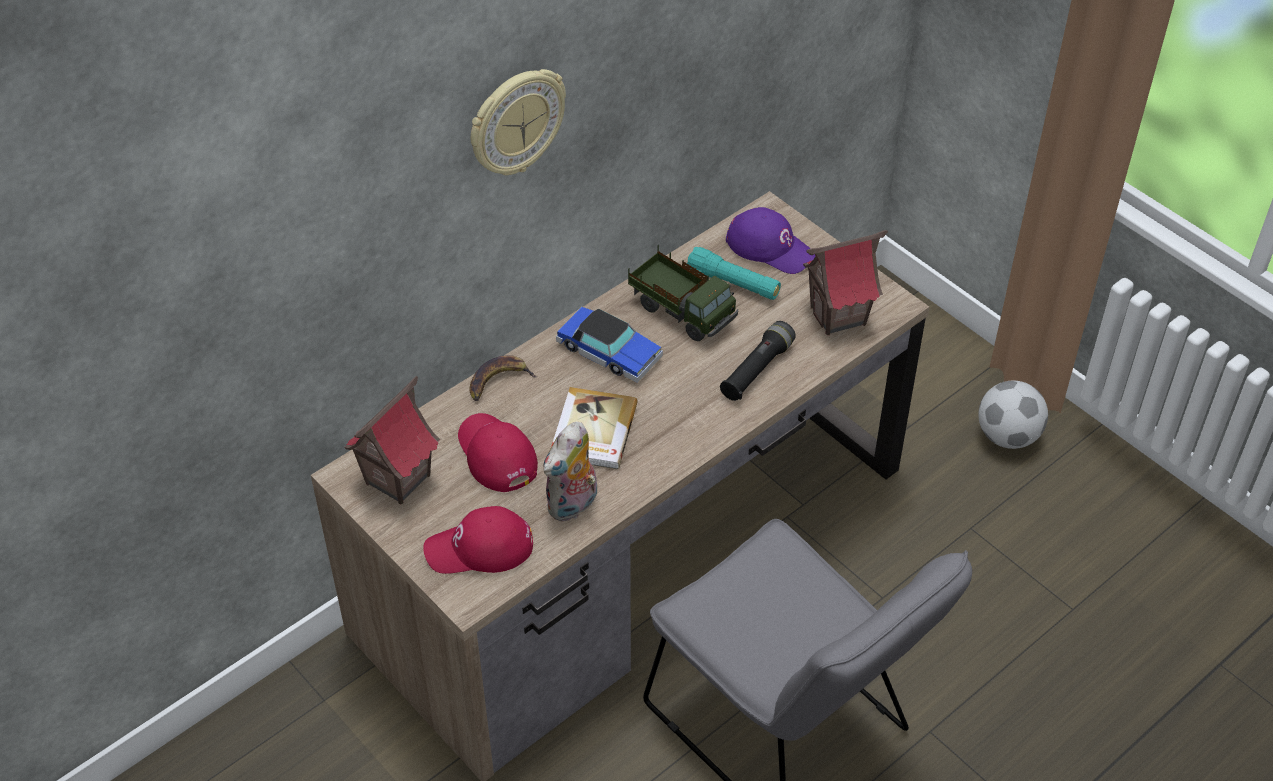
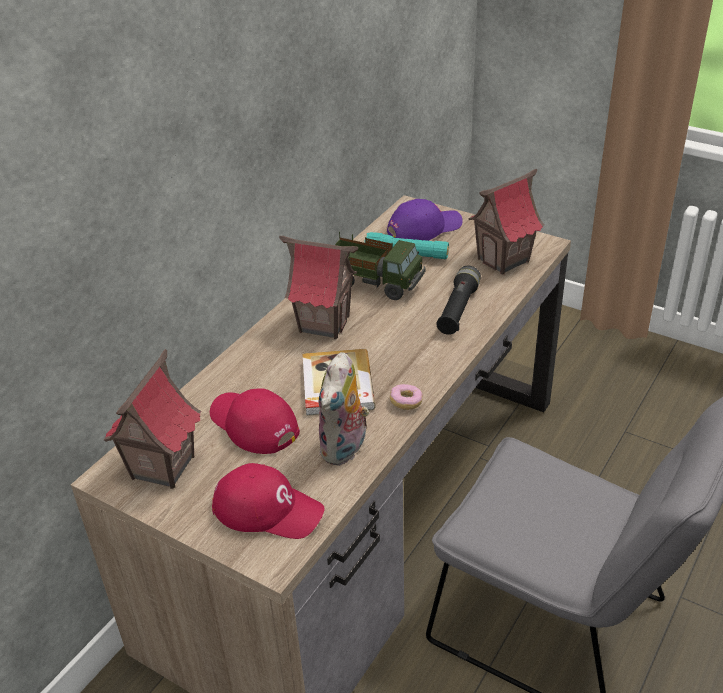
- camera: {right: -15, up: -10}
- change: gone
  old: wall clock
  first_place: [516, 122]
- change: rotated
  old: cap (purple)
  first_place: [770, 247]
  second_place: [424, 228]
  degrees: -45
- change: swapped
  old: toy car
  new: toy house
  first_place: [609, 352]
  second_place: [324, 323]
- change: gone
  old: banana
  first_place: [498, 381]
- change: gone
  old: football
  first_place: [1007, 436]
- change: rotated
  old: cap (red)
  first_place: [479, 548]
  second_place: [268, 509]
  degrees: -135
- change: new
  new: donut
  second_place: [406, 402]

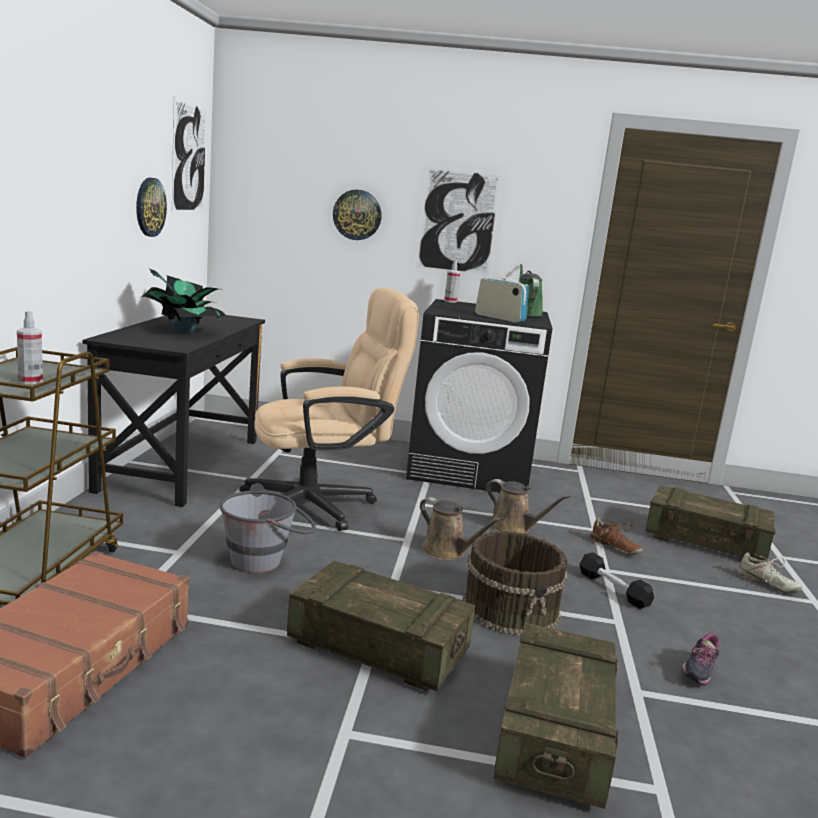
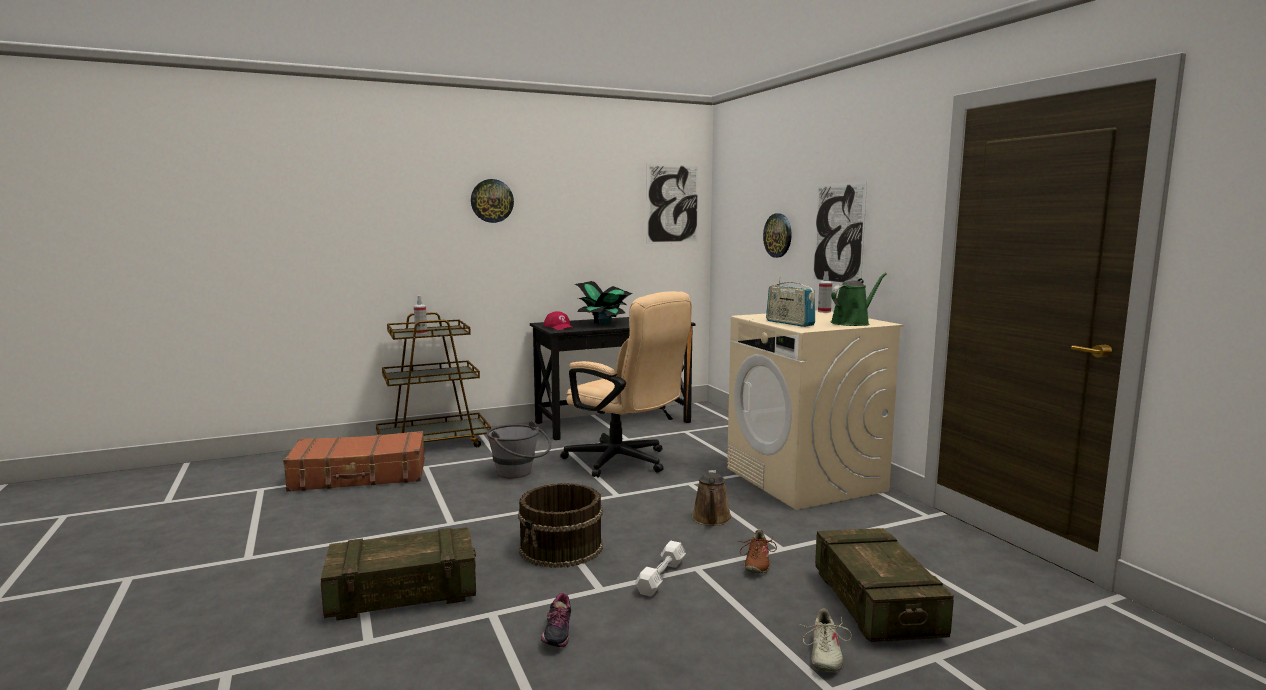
- camera: {right: 60, up: -5}
- change: shifted
  old: wall clock
  first_place: [149, 207]
  second_place: [492, 201]
- change: rotated
  old: radio
  first_place: [499, 318]
  second_place: [789, 323]
  degrees: 135
- change: repainted
  old: washing machine (black)
  new: washing machine (beige)
  first_place: [470, 469]
  second_place: [805, 479]
- change: gone
  old: watering can (brown)
  first_place: [447, 551]
- change: repainted
  old: dumbbell (black)
  new: dumbbell (white)
  first_place: [613, 589]
  second_place: [661, 577]
- change: gone
  old: crate
  first_place: [378, 648]
- change: rotated
  old: shoe
  first_place: [696, 672]
  second_place: [556, 635]
  degrees: -90
- change: new
  new: cap (red)
  second_place: [559, 327]

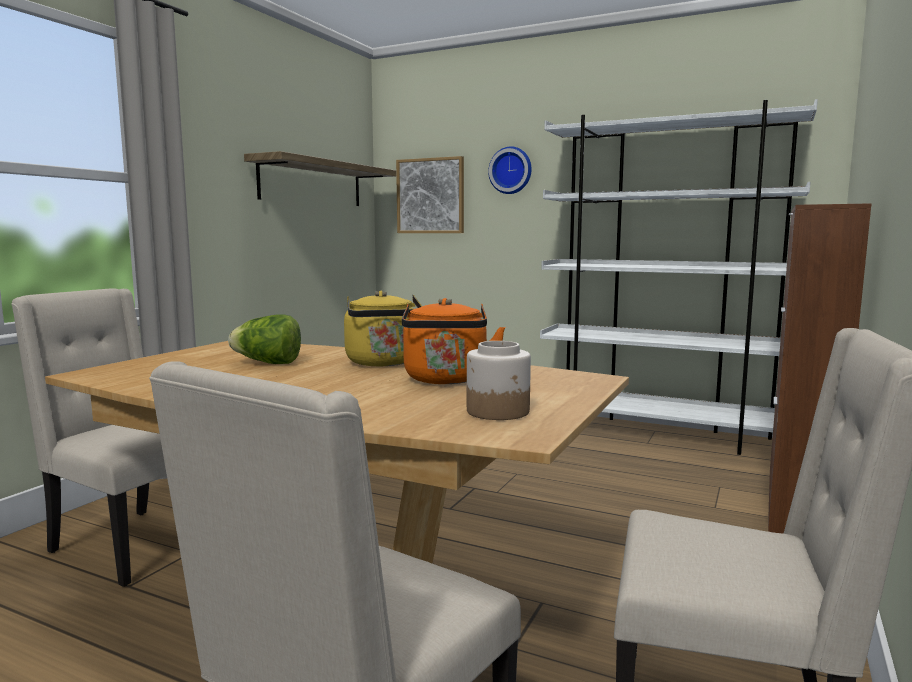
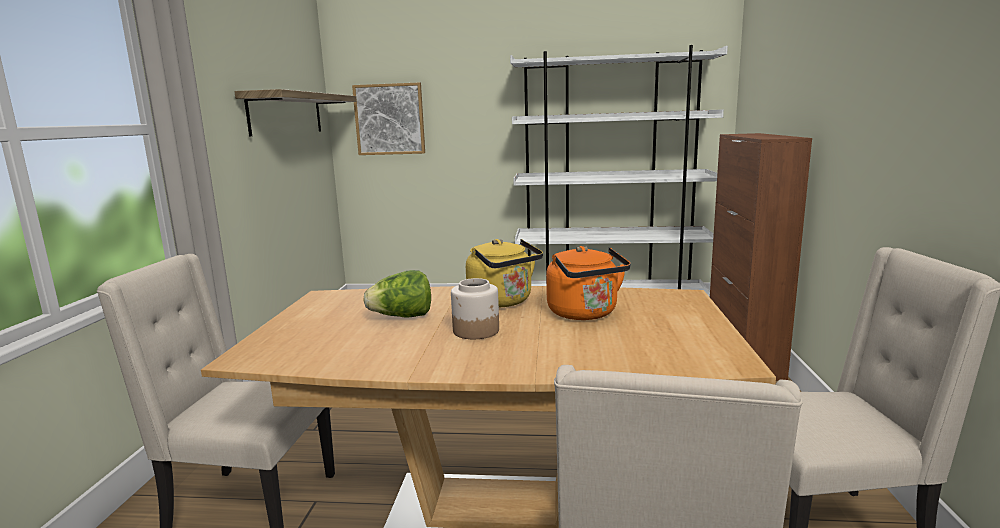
- camera: {right: -20, up: 5}
- change: gone
  old: wall clock
  first_place: [511, 170]
- change: shifted
  old: jar
  first_place: [498, 411]
  second_place: [476, 331]

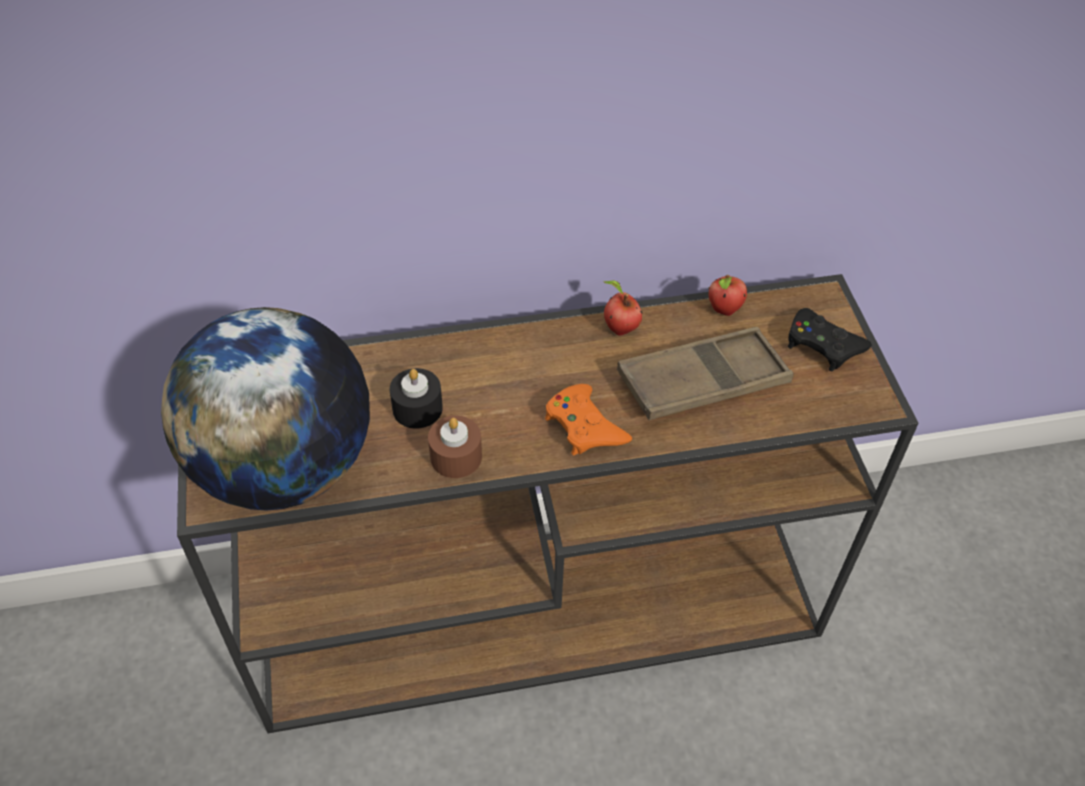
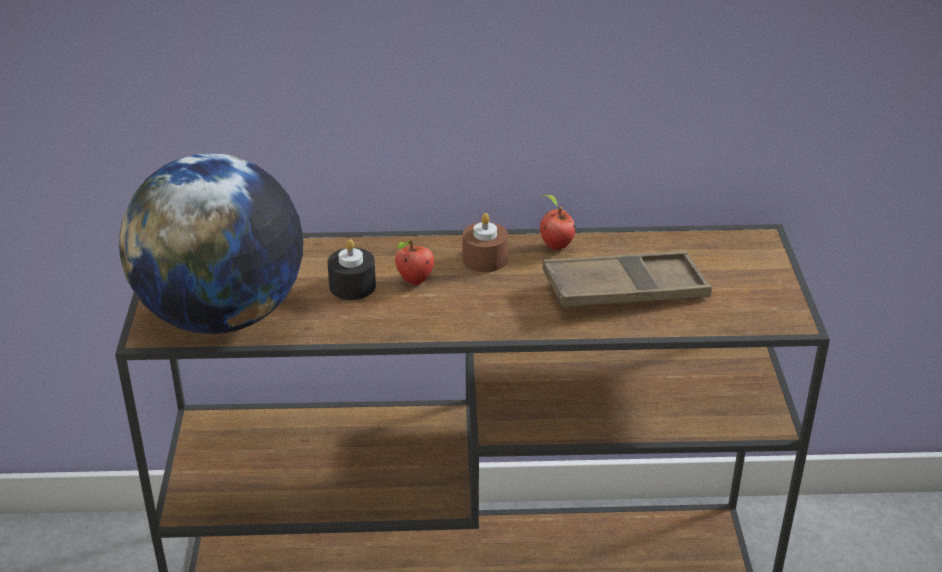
- camera: {right: 10, up: -15}
- change: shifted
  old: apple
  first_place: [724, 311]
  second_place: [415, 281]
- change: gone
  old: game controller (black)
  first_place: [823, 344]
- change: gone
  old: game controller (orange)
  first_place: [584, 426]
- change: shifted
  old: candle (brown)
  first_place: [456, 456]
  second_place: [485, 259]

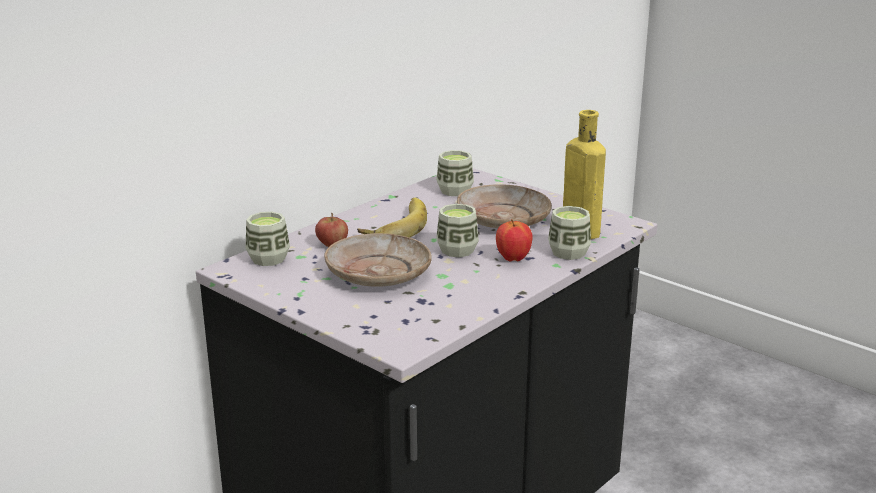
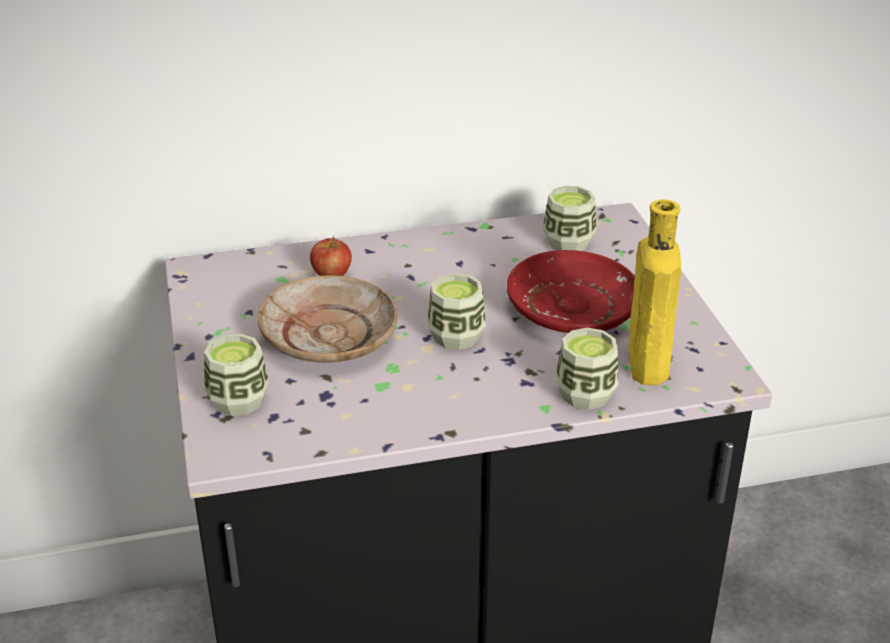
- camera: {right: 35, up: 10}
- change: repainted
  old: plate (beige)
  new: plate (red)
  first_place: [503, 218]
  second_place: [572, 308]
- change: gone
  old: banana
  first_place: [395, 226]
- change: shifted
  old: cup
  first_place: [268, 259]
  second_place: [238, 401]
- change: gone
  old: apple
  first_place: [513, 259]

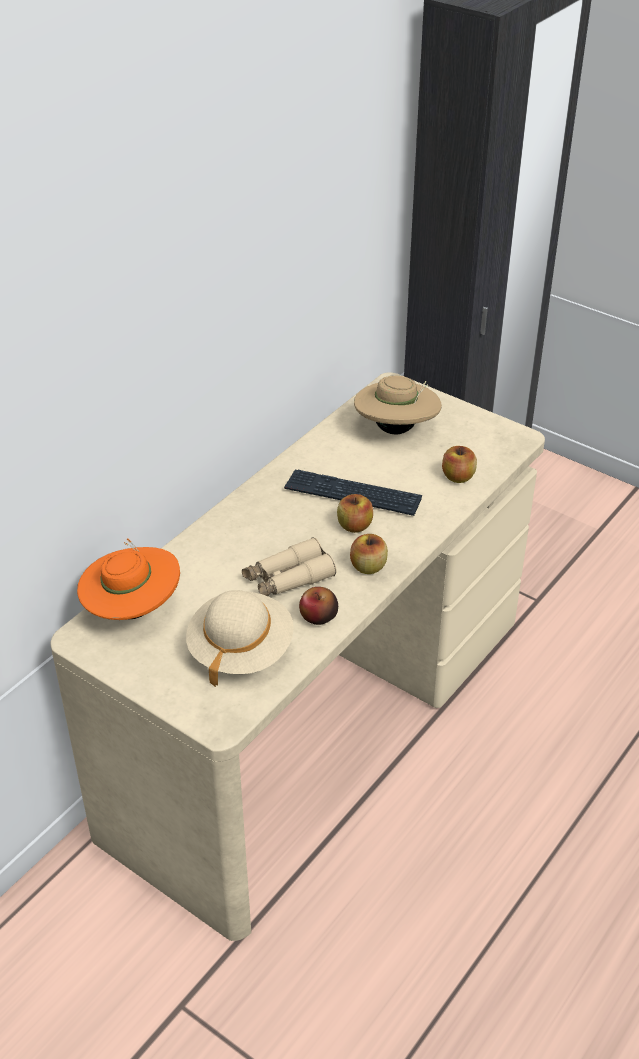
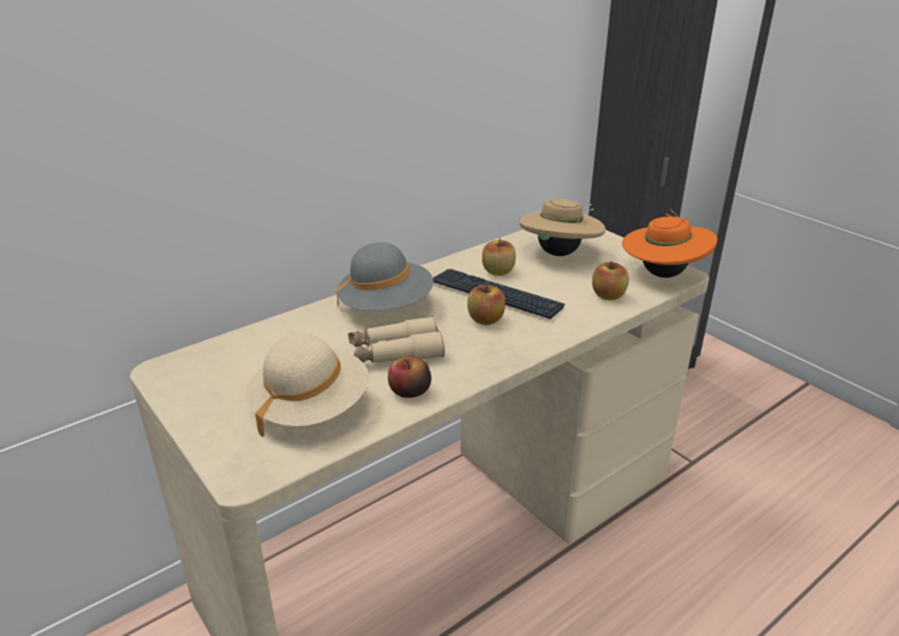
- camera: {right: 15, up: -10}
- change: shifted
  old: apple
  first_place: [368, 567]
  second_place: [498, 271]
- change: shifted
  old: hat (orange)
  first_place: [132, 609]
  second_place: [663, 274]
- change: new
  new: hat (grey)
  second_place: [386, 306]

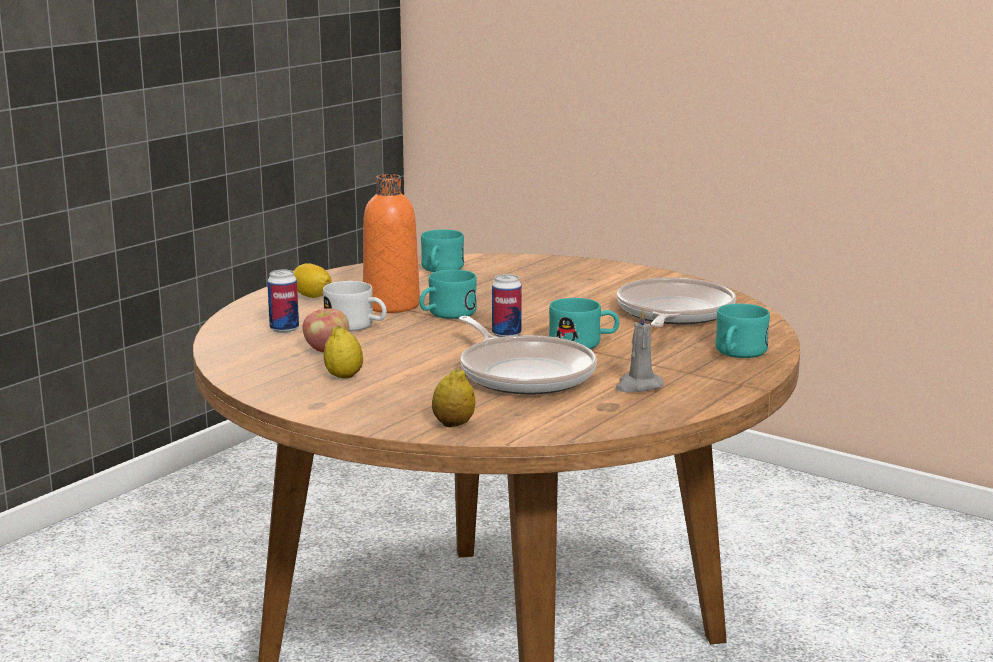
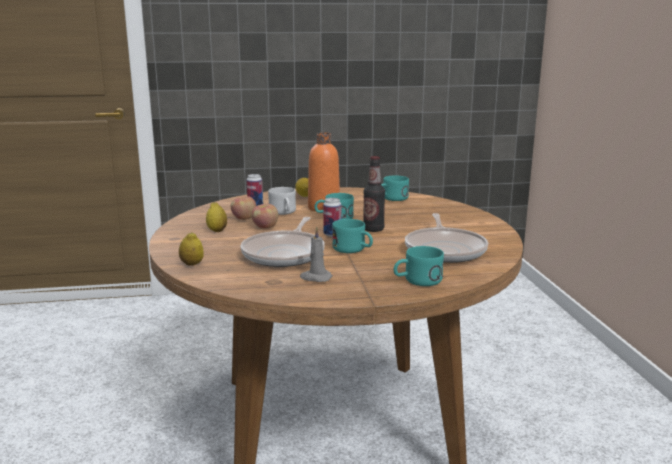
- camera: {right: 45, up: 0}
- change: rotated
  old: frying pan
  first_place: [673, 313]
  second_place: [445, 250]
  degrees: 120
- change: new
  new: bottle
  second_place: [373, 229]
- change: new
  new: apple
  second_place: [265, 227]

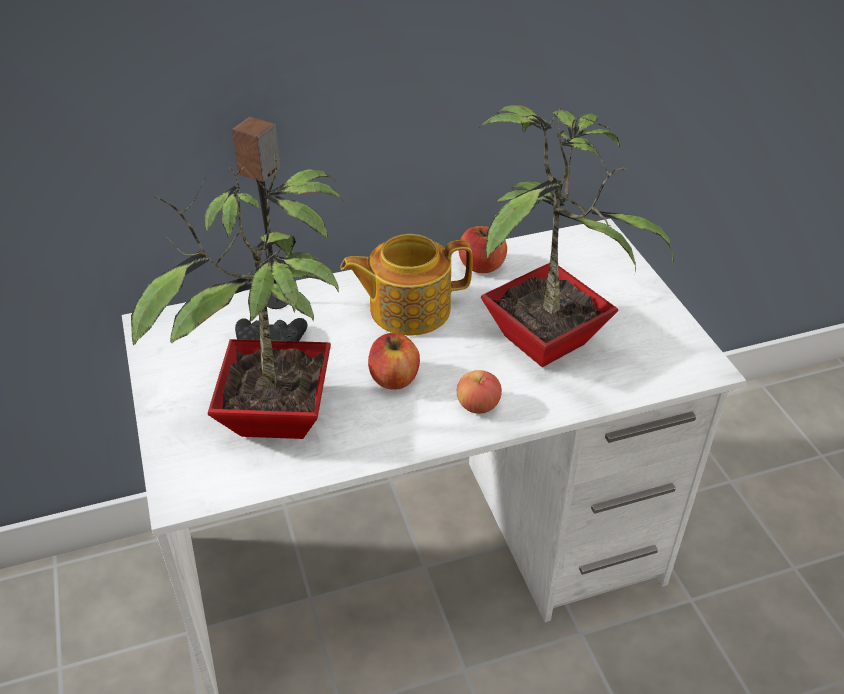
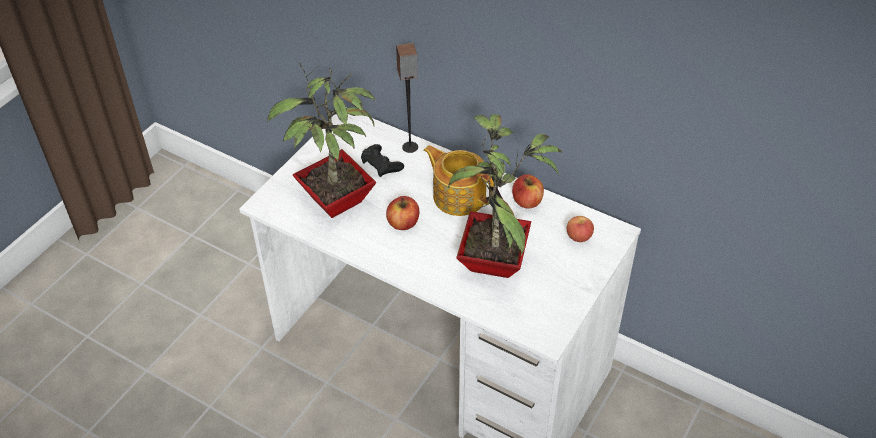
- camera: {right: 50, up: 5}
- change: shifted
  old: apple
  first_place: [478, 405]
  second_place: [579, 237]

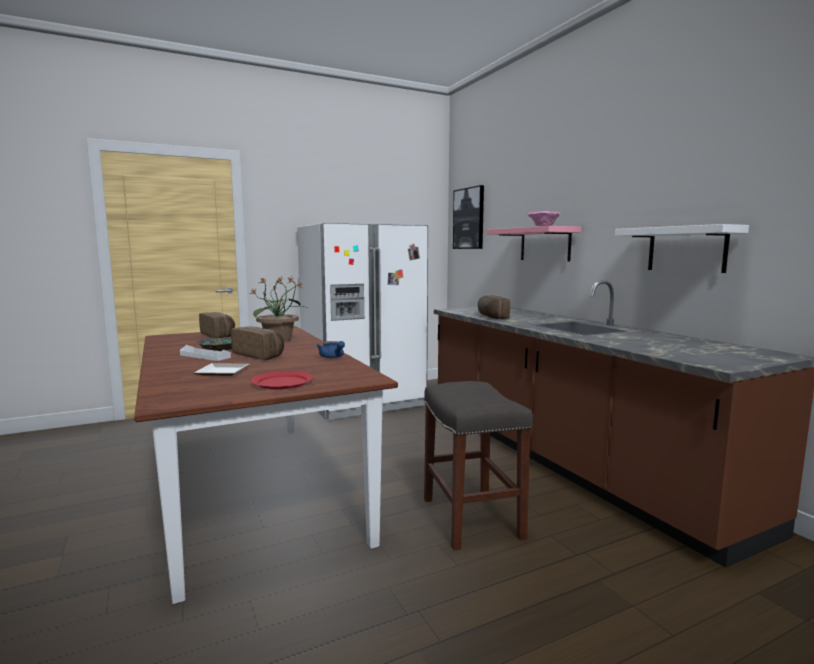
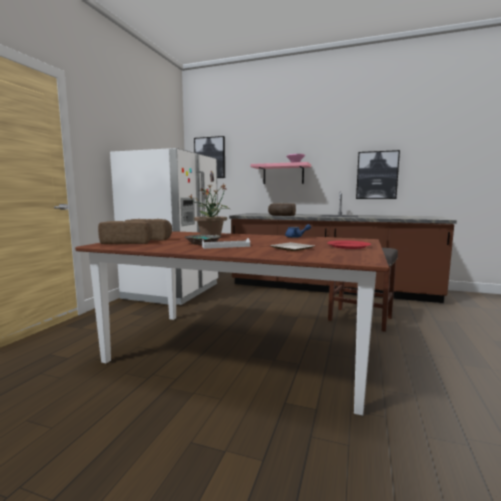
- camera: {right: -45, up: 0}
- change: swapped
  old: shelf (white)
  new: picture
  first_place: [686, 249]
  second_place: [377, 175]
- change: shifted
  old: bread
  first_place: [260, 355]
  second_place: [127, 243]

